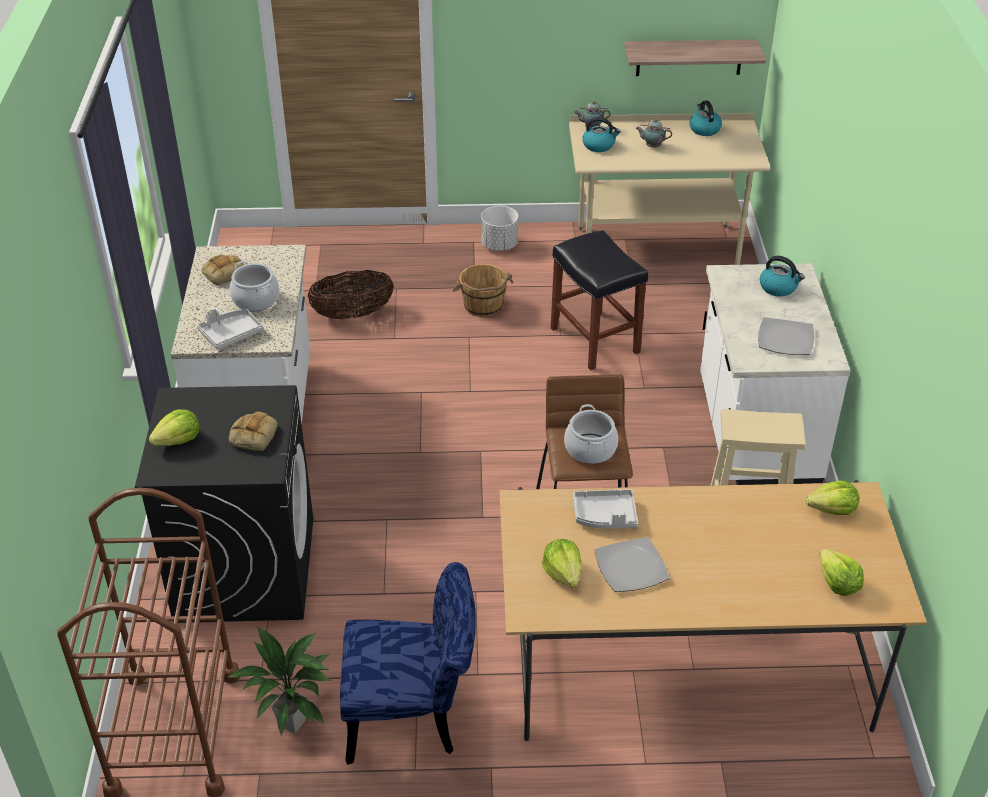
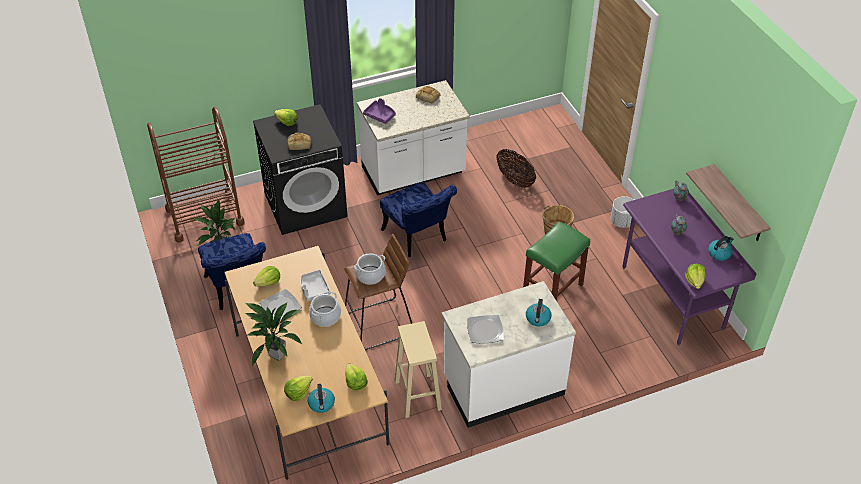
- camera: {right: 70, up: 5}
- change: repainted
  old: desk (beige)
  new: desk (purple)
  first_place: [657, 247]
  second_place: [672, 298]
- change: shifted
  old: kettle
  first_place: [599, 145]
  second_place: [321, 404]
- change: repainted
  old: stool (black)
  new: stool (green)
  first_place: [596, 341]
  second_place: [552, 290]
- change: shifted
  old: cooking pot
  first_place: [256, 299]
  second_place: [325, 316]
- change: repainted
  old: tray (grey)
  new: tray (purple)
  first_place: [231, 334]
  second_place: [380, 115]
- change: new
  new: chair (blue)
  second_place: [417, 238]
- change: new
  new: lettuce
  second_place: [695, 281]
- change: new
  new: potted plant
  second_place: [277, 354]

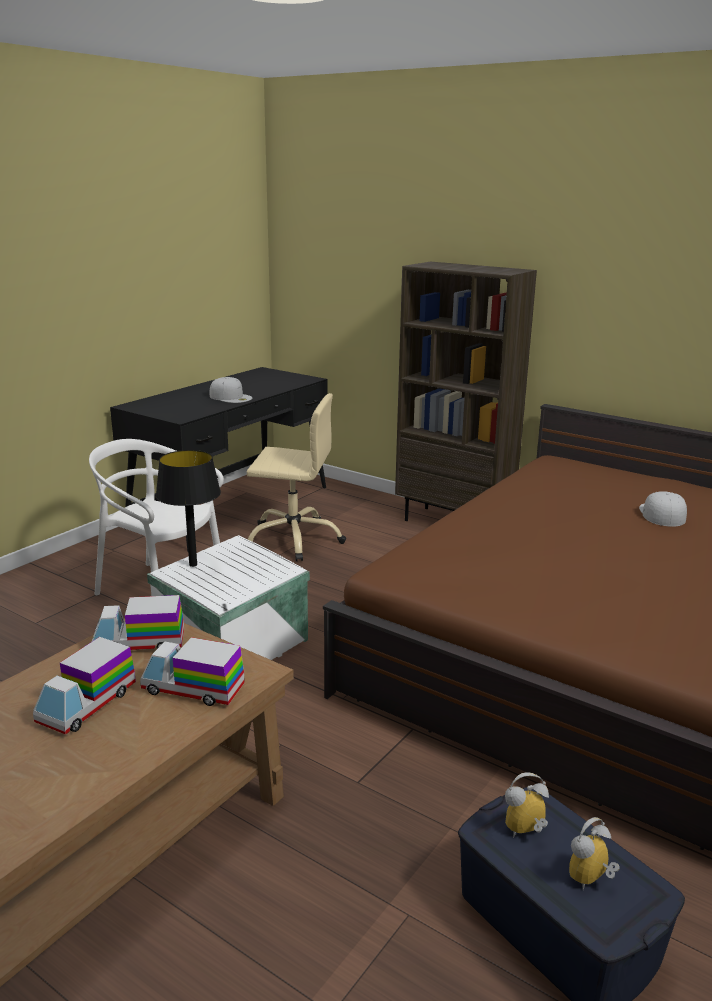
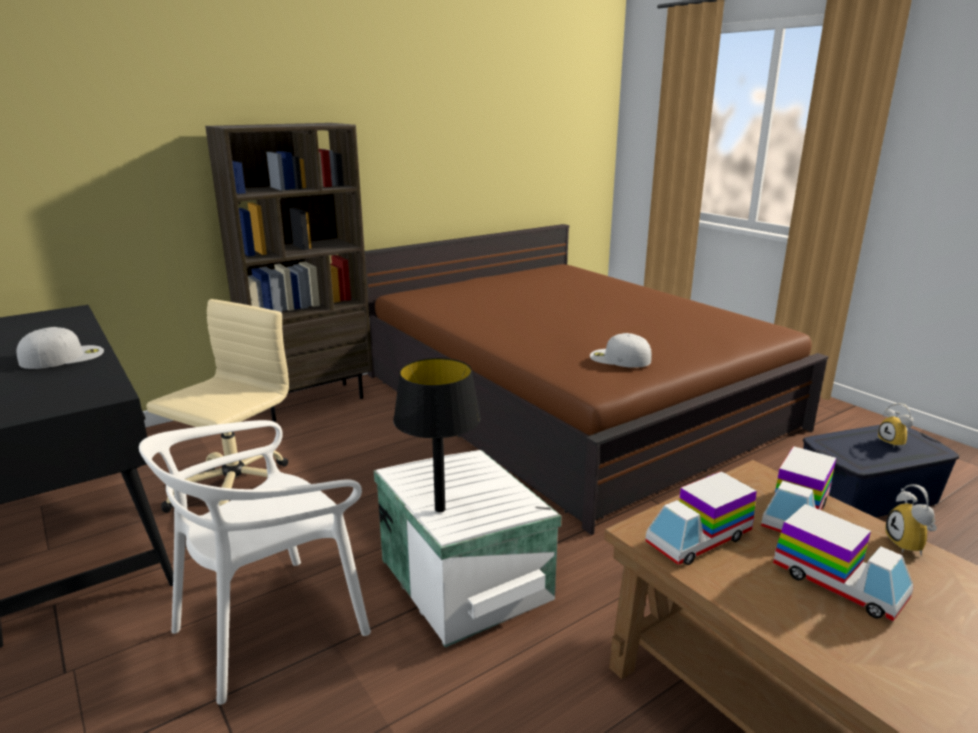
- camera: {right: -70, up: 0}
- change: shifted
  old: cap (white)
  first_place: [661, 514]
  second_place: [619, 358]
- change: rotated
  old: toy truck
  first_place: [139, 643]
  second_place: [698, 539]
  degrees: 45
- change: shifted
  old: alarm clock
  first_place: [526, 833]
  second_place: [910, 546]

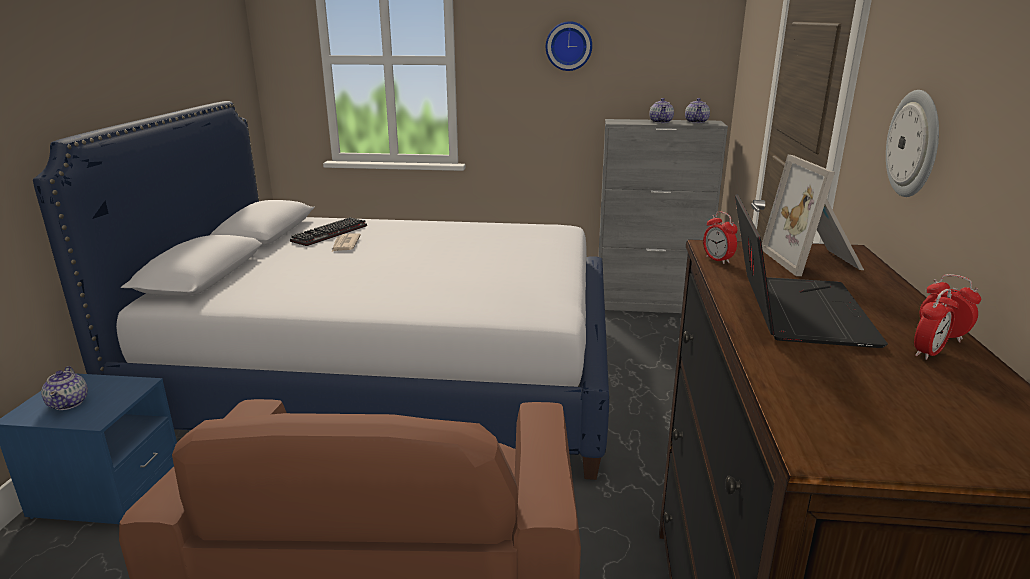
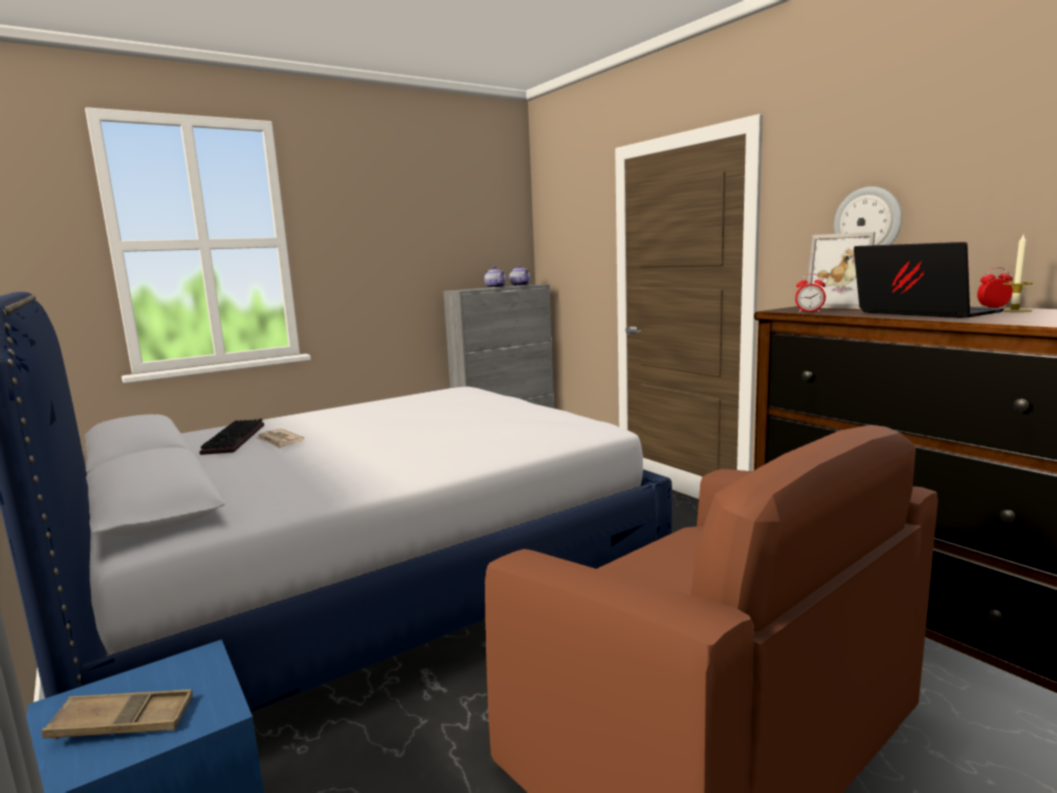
- camera: {right: -40, up: -10}
- change: gone
  old: wall clock
  first_place: [569, 46]
- change: swapped
  old: alarm clock
  new: candle
  first_place: [928, 353]
  second_place: [1014, 310]
- change: swapped
  old: teapot
  new: tray (brown)
  first_place: [69, 403]
  second_place: [123, 722]

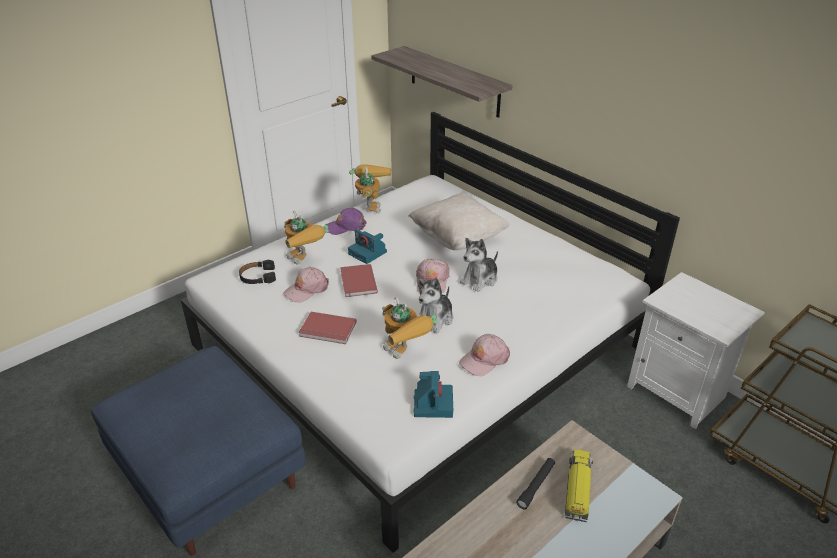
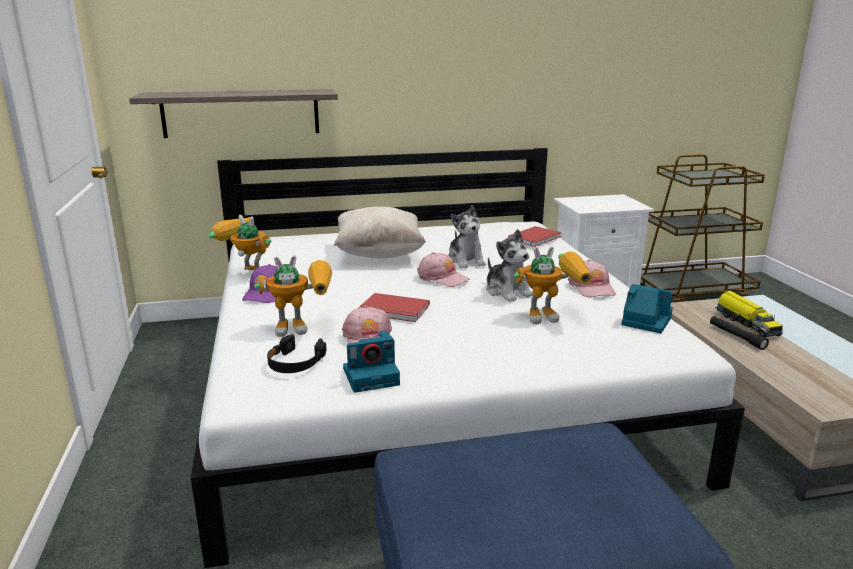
- camera: {right: -60, up: -15}
- change: shifted
  old: photo camera
  first_place: [368, 253]
  second_place: [372, 376]
- change: shifted
  old: book (red)
  first_place: [327, 330]
  second_place: [536, 238]
- change: rotated
  old: toy truck
  first_place: [577, 490]
  second_place: [746, 323]
  degrees: -150

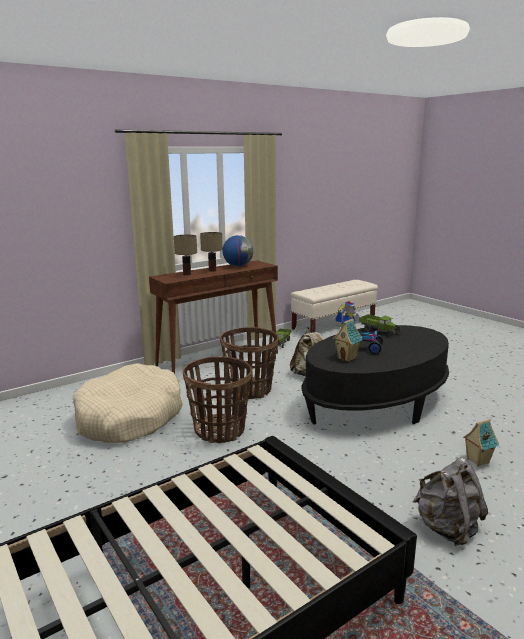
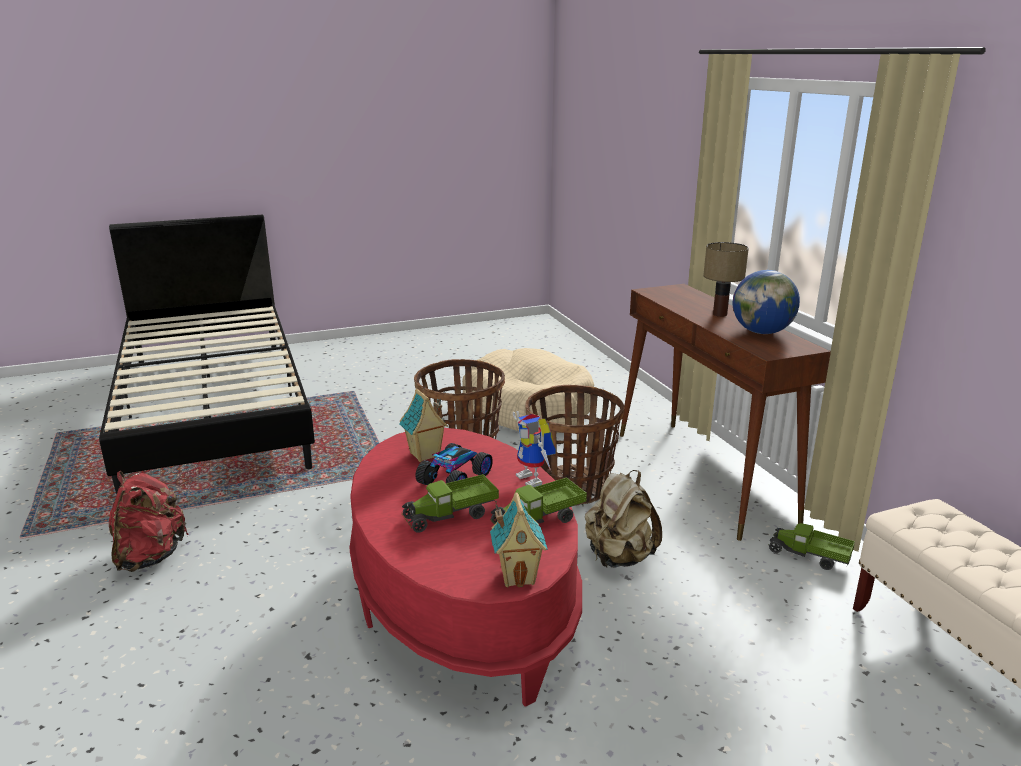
- camera: {right: 105, up: 5}
- change: gone
  old: table lamp
  first_place: [187, 274]
- change: repainted
  old: coffee table (black)
  new: coffee table (red)
  first_place: [375, 403]
  second_place: [462, 600]
- change: shifted
  old: toy house
  first_place: [477, 461]
  second_place: [518, 576]
- change: repainted
  old: backpack (grey)
  new: backpack (red)
  first_place: [447, 528]
  second_place: [150, 556]
- change: new
  new: toy truck
  second_place: [451, 515]

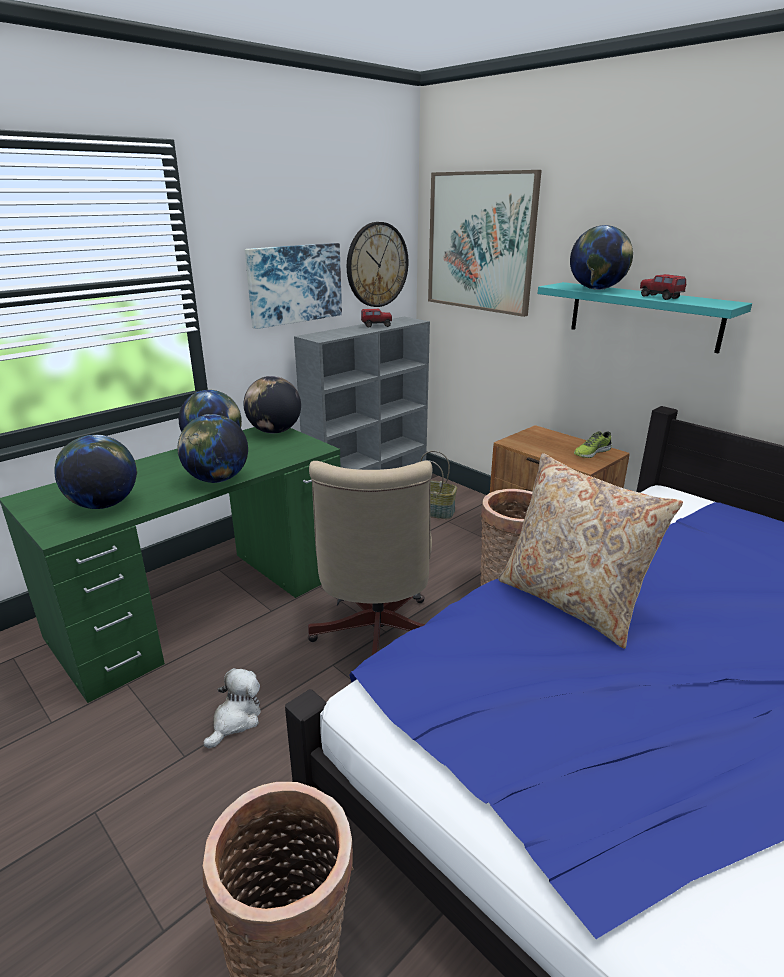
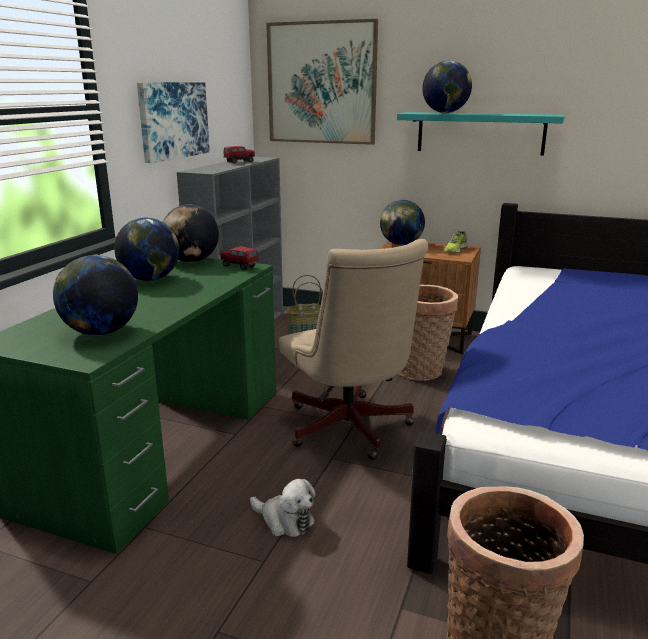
- camera: {right: -25, up: -5}
- change: gone
  old: wall clock
  first_place: [377, 265]
- change: shifted
  old: toy truck
  first_place: [660, 297]
  second_place: [239, 266]
- change: shifted
  old: globe
  first_place: [217, 479]
  second_place: [401, 244]
- change: gone
  old: pillow (beige)
  first_place: [571, 602]
- change: rotated
  old: plush toy
  first_place: [235, 720]
  second_place: [285, 520]
  degrees: 120

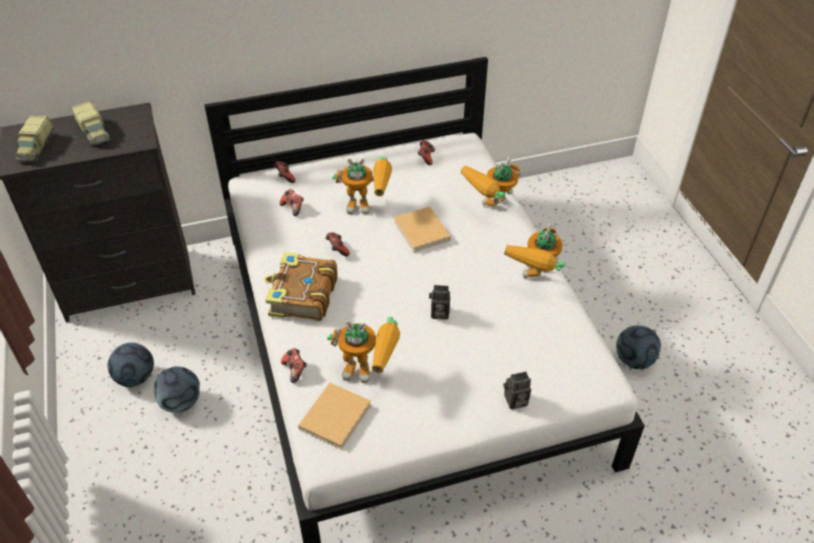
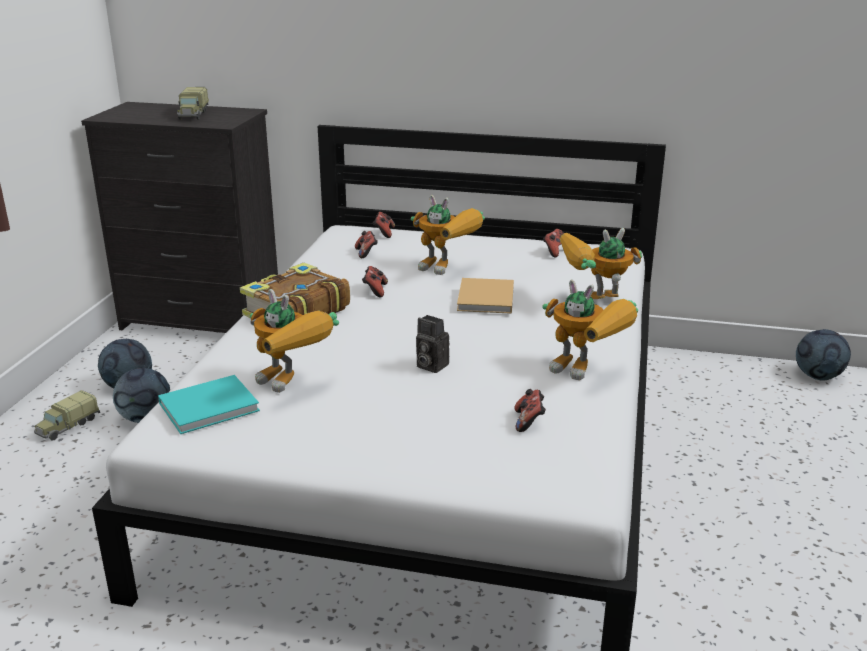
- camera: {right: 30, up: -20}
- change: shifted
  old: toy truck
  first_place: [36, 148]
  second_place: [67, 426]
- change: rotated
  old: toy robot
  first_place: [535, 280]
  second_place: [587, 372]
  degrees: -105
- change: shifted
  old: football
  first_place: [634, 360]
  second_place: [818, 376]
- change: shifted
  old: game controller
  first_place: [295, 370]
  second_place: [529, 422]
- change: gone
  old: photo camera
  first_place: [515, 401]
- change: repainted
  old: book (beige)
  new: book (turquoise)
  first_place: [336, 415]
  second_place: [212, 406]

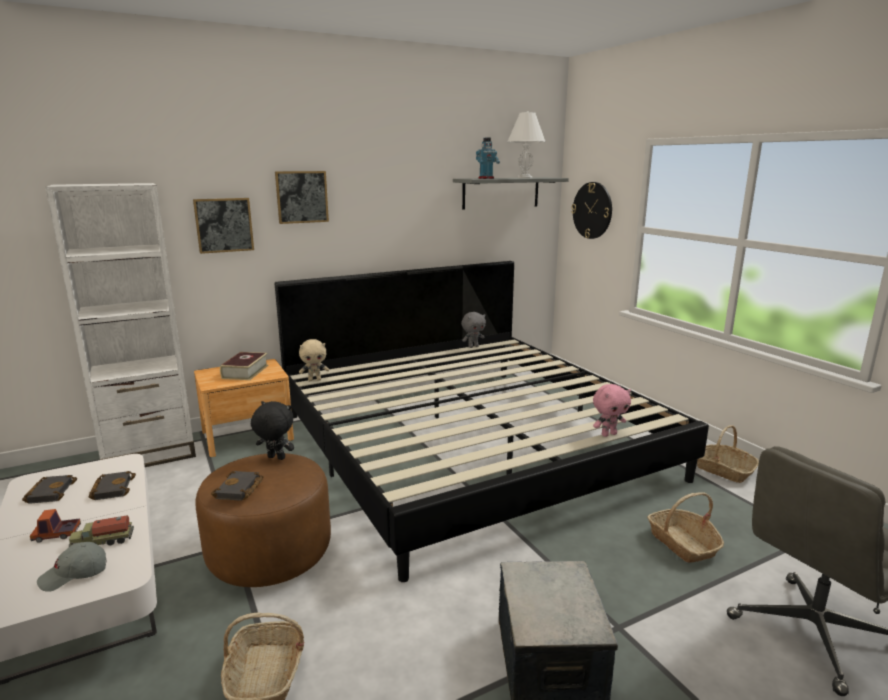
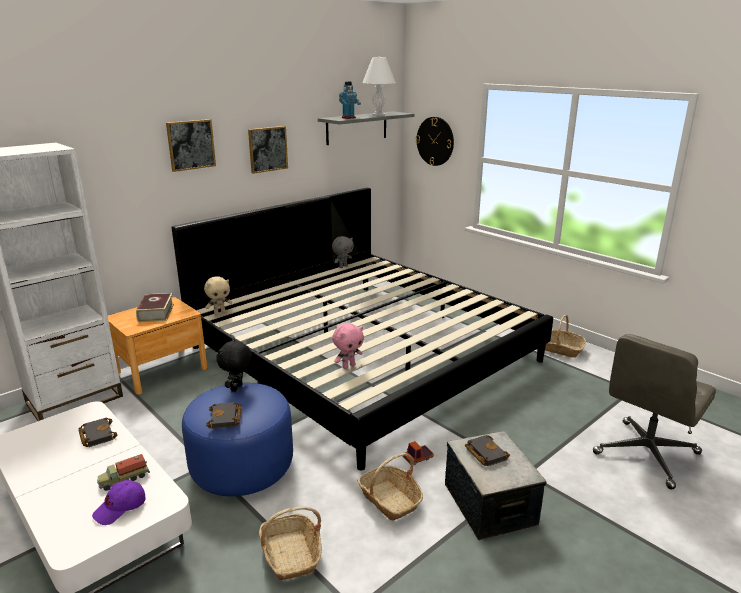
- camera: {right: -15, up: 5}
- change: shifted
  old: picture
  first_place: [224, 225]
  second_place: [267, 149]
- change: shifted
  old: plush toy (pink)
  first_place: [608, 434]
  second_place: [348, 366]
- change: rotated
  old: plush toy (black)
  first_place: [275, 458]
  second_place: [237, 388]
  degrees: -75
- change: repainted
  old: ottoman (brown)
  new: ottoman (blue)
  first_place: [270, 553]
  second_place: [242, 467]
- change: shifted
  old: book (black)
  first_place: [50, 492]
  second_place: [484, 453]
- change: shifted
  old: basket
  first_place: [683, 543]
  second_place: [390, 500]
- change: shifted
  old: toy truck
  first_place: [57, 534]
  second_place: [417, 458]
- change: repainted
  old: cap (grey)
  new: cap (purple)
  first_place: [74, 575]
  second_place: [120, 508]

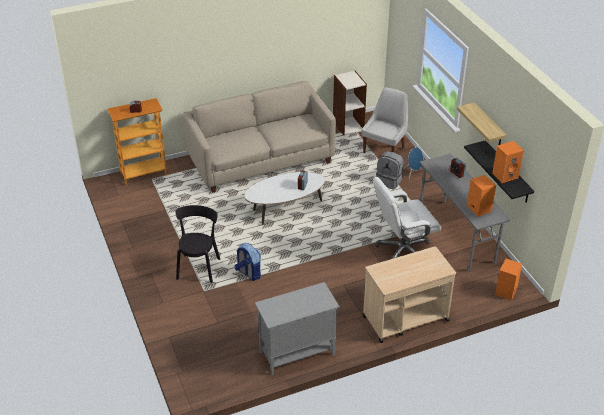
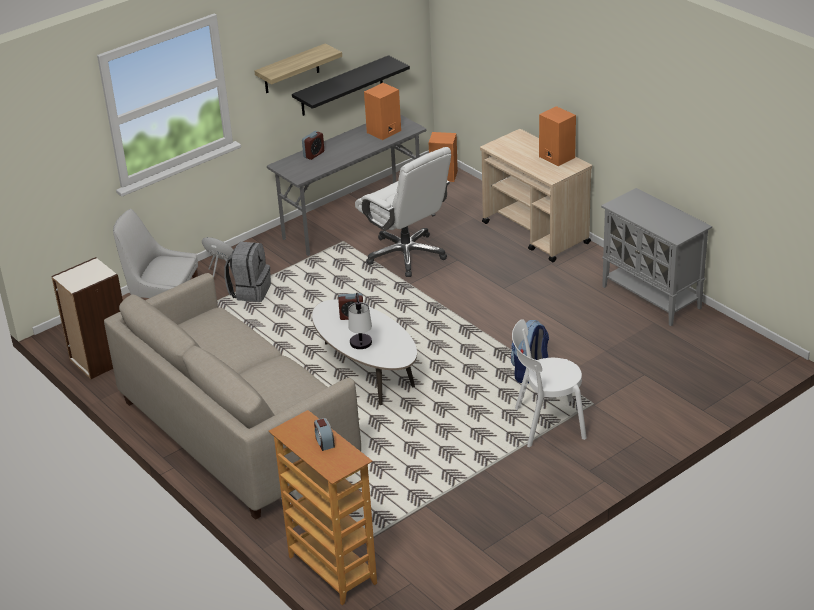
- camera: {right: -105, up: -5}
- change: shifted
  old: speaker (orange)
  first_place: [505, 175]
  second_place: [555, 157]
- change: repainted
  old: chair (black)
  new: chair (white)
  first_place: [199, 267]
  second_place: [546, 424]
- change: new
  new: table lamp
  second_place: [362, 349]

